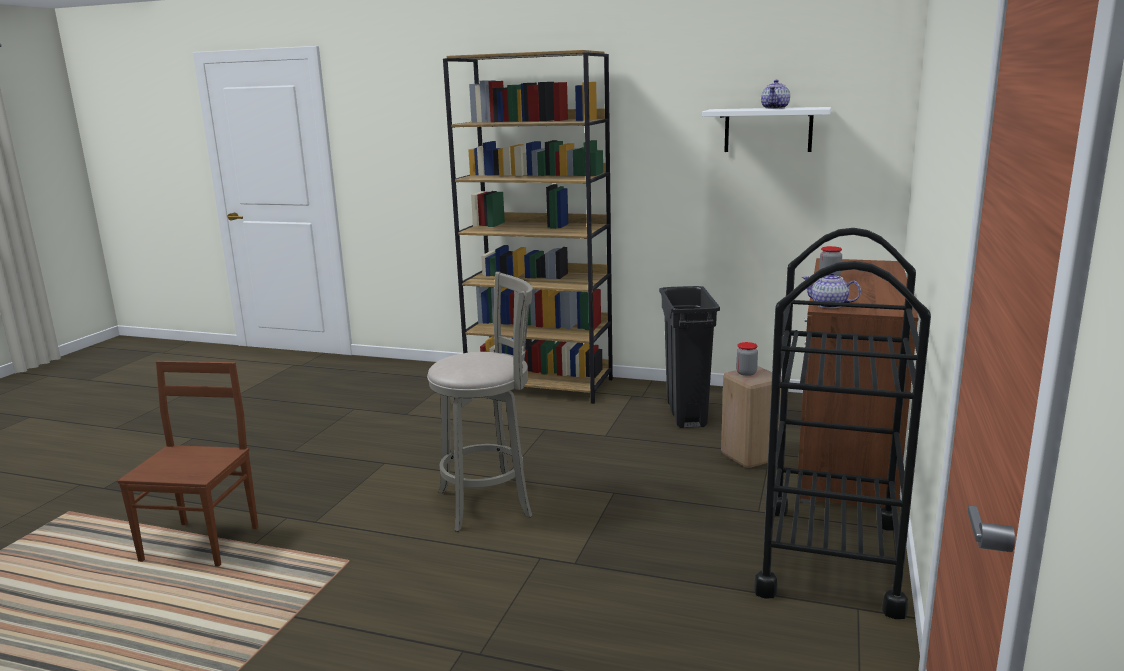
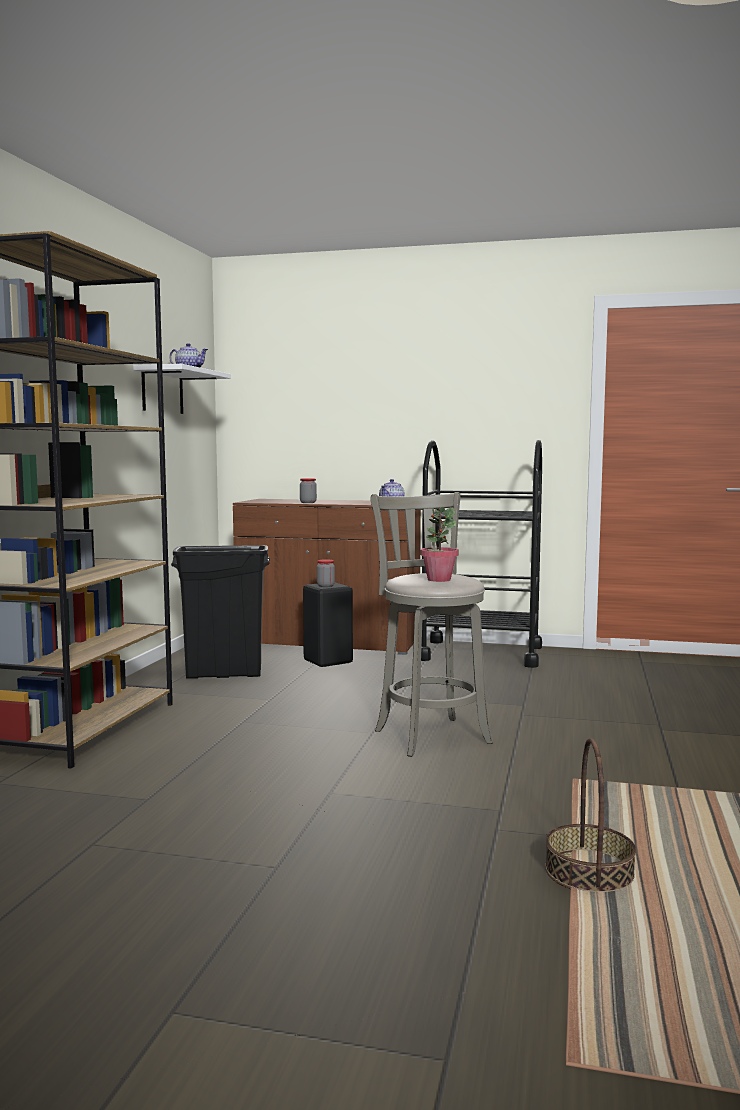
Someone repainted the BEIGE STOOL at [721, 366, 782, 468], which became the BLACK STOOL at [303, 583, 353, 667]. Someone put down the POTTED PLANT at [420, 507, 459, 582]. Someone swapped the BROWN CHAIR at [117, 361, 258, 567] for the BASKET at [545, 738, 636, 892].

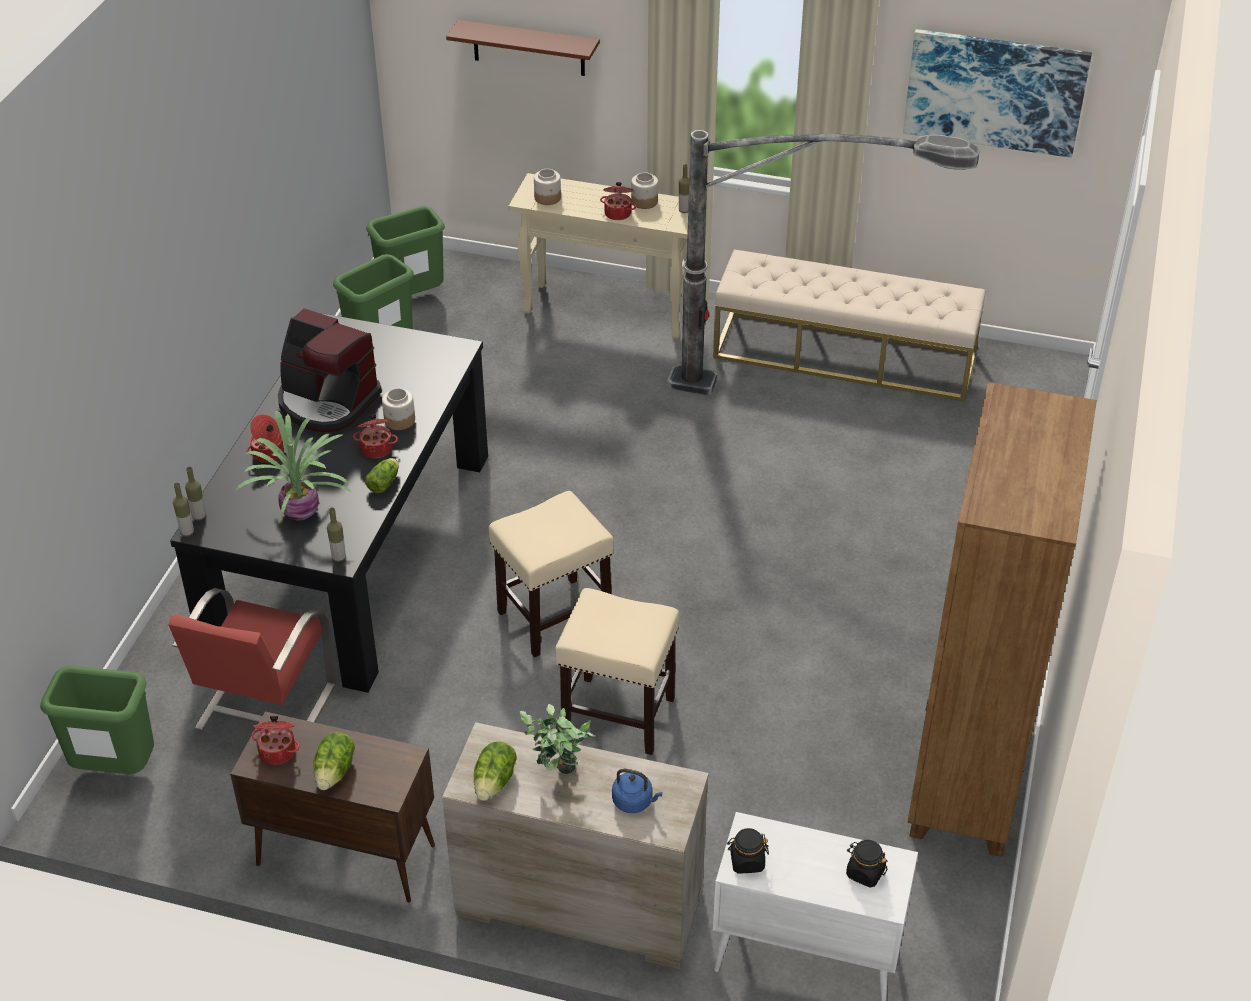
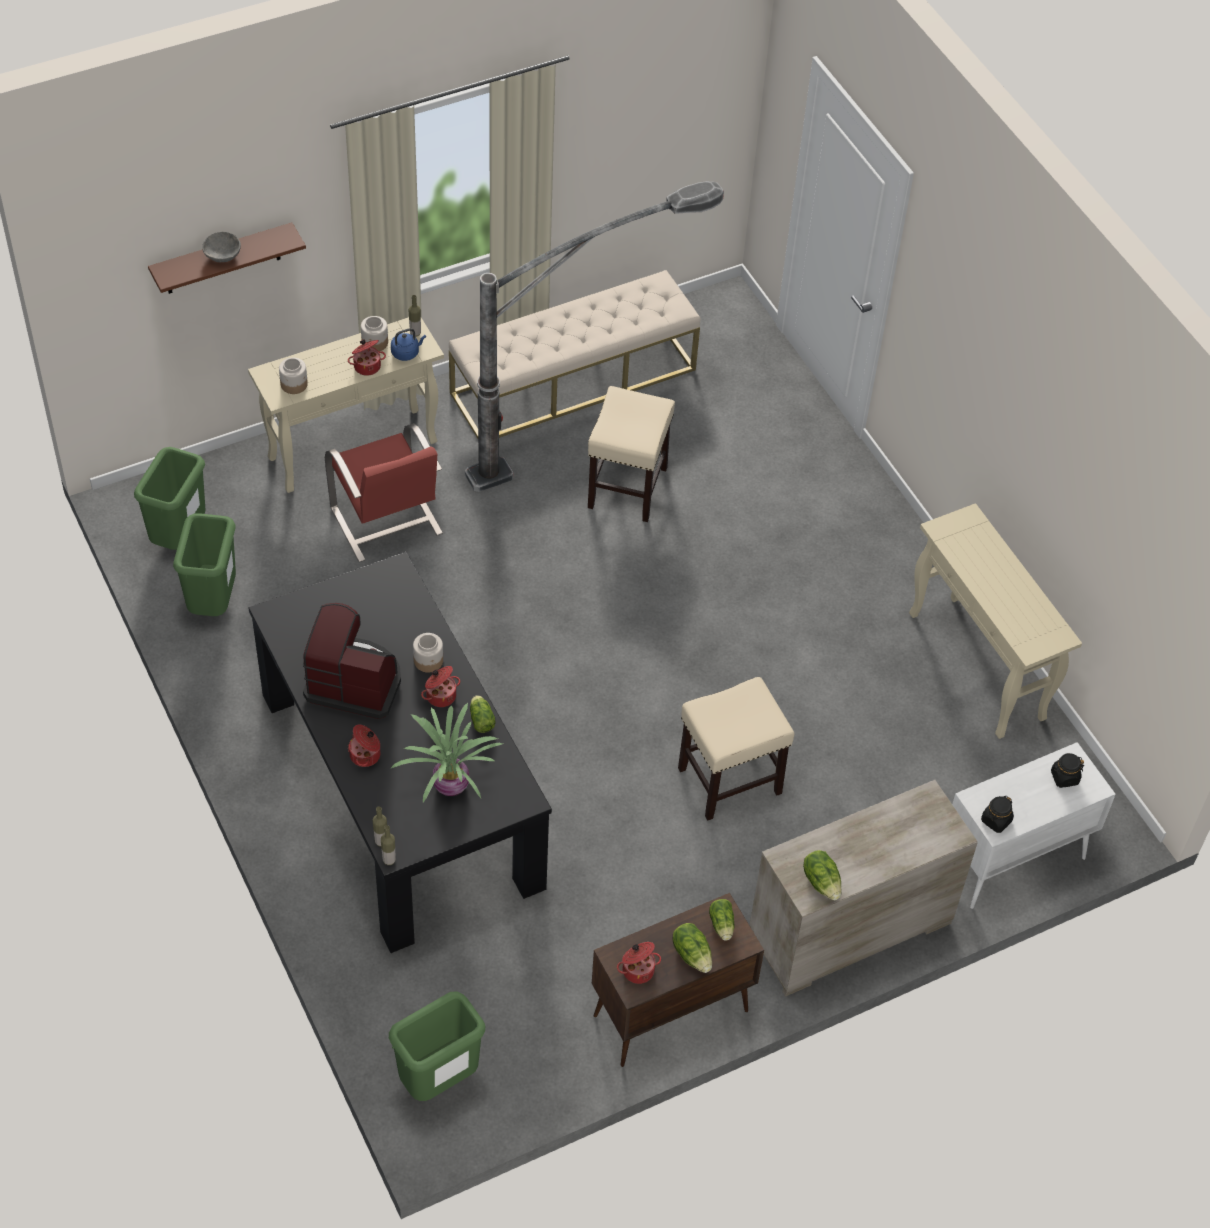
Someone put down the GREY BOWL at [202, 232, 241, 262]. Someone rotated the COFFEE MACHINE at [278, 308, 382, 432] by 150 degrees counterclockwise. Someone carried the RED CHAIR from [168, 588, 336, 731] to [325, 423, 443, 562]. Someone carried the BLUE KETTLE from [612, 769, 662, 813] to [391, 328, 426, 361]. Someone carried the BEIGE STOOL from [489, 491, 614, 657] to [588, 386, 675, 522]. Someone put down the LETTUCE at [709, 899, 735, 941]. Someone swapped the BROWN BOOKCASE at [907, 382, 1097, 857] for the BEIGE CONSOLE TABLE at [909, 503, 1082, 739]. Someone took away the BOTTLE at [327, 508, 346, 562]. Someone took away the POTTED PLANT at [520, 704, 595, 774]. Someone took away the PICTURE at [903, 29, 1092, 158].

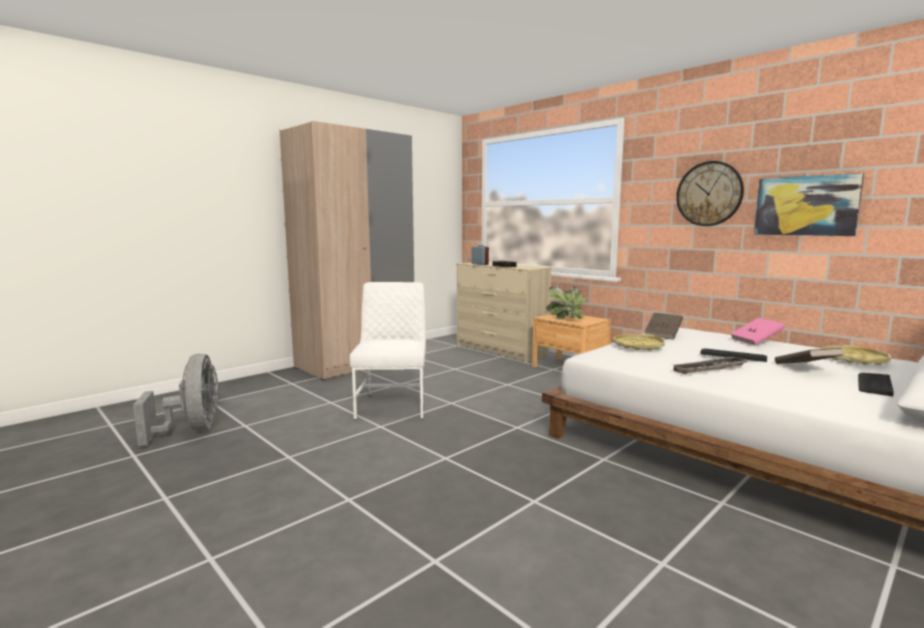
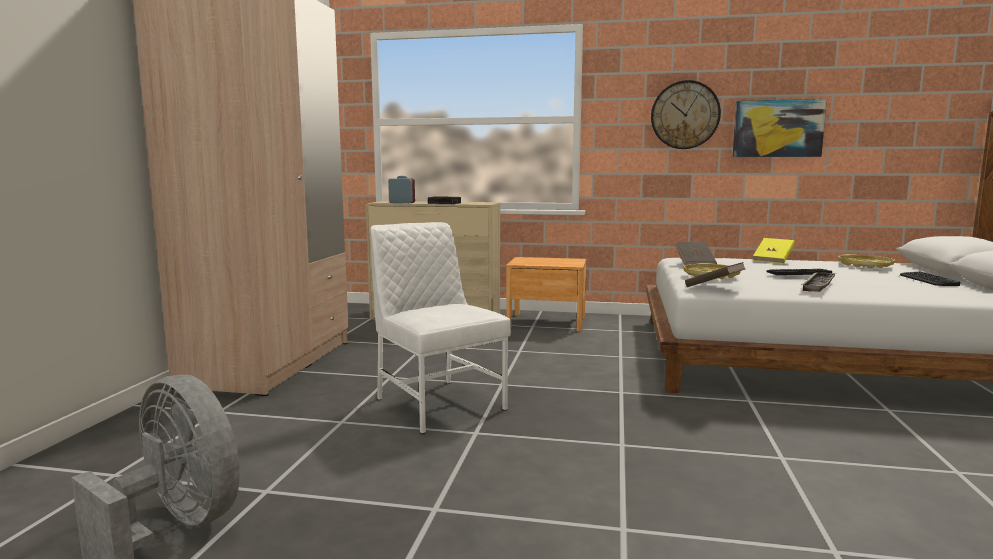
Someone carried the BROWN BOOK from [775, 348, 843, 364] to [685, 262, 745, 287]. Someone repainted the PINK BOOK at [731, 318, 784, 346], which became the YELLOW BOOK at [753, 238, 795, 264]. Someone took away the POTTED PLANT at [546, 286, 585, 319].

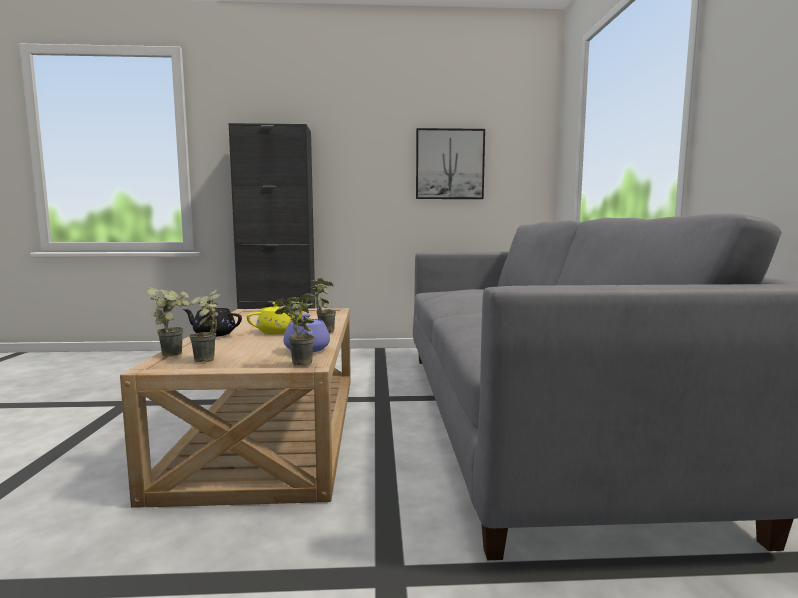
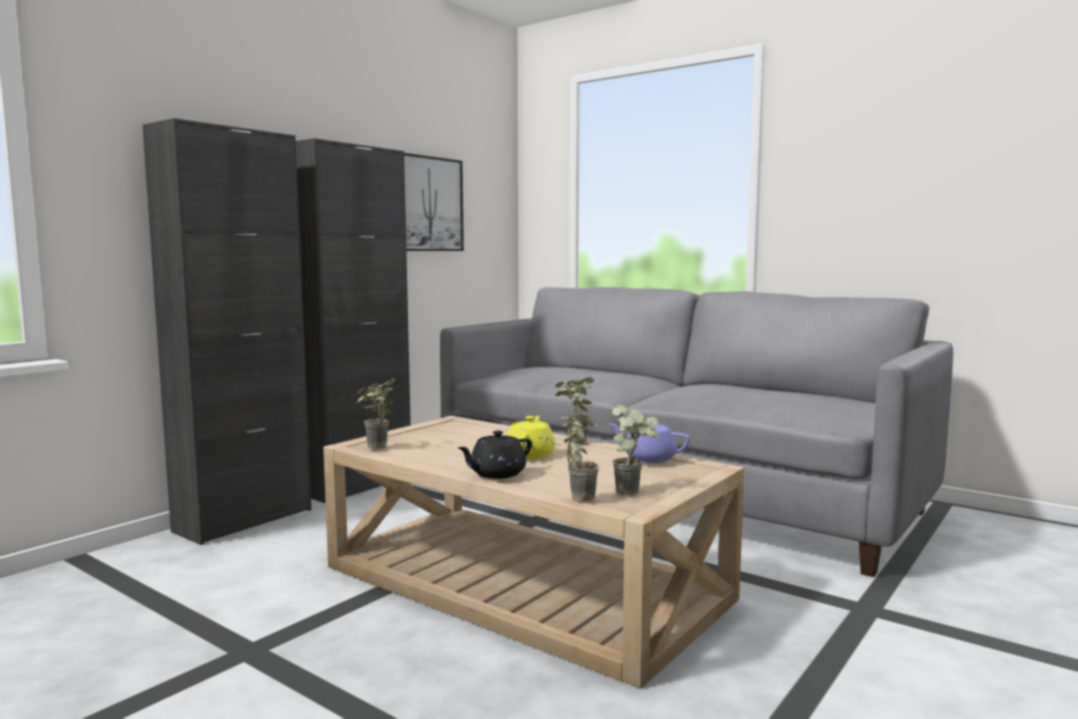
Someone put down the BLACK CABINET at [296, 138, 411, 503]. Someone carried the POTTED PLANT from [275, 293, 315, 366] to [357, 378, 395, 449].

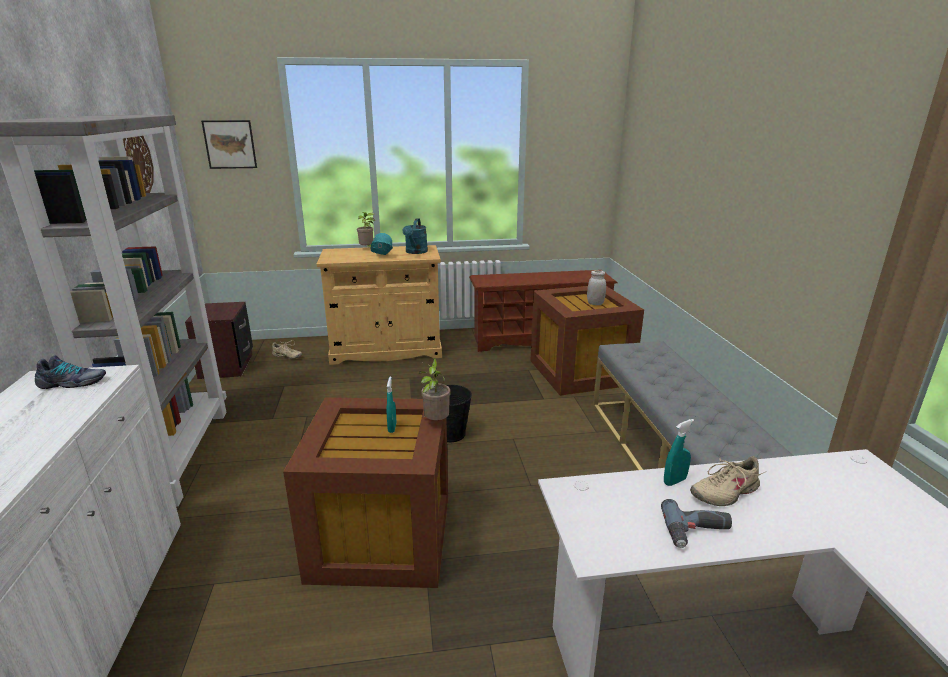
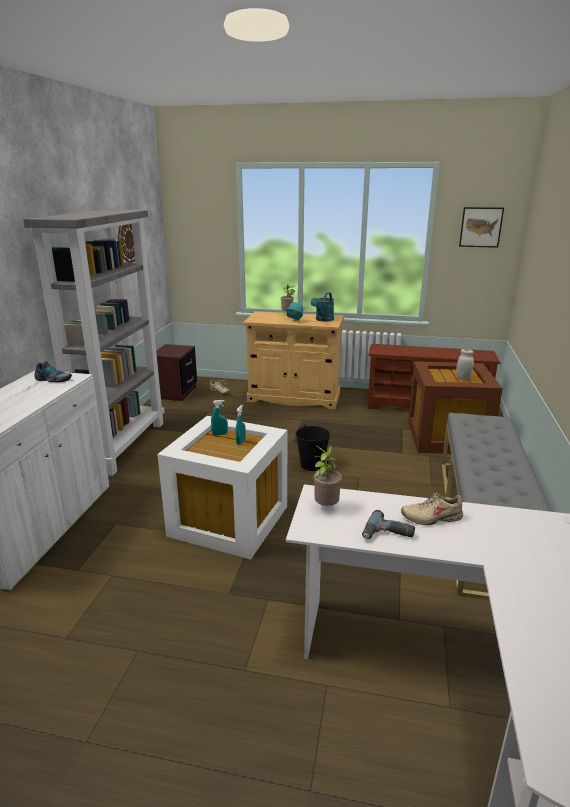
Someone repainted the BROWN STORAGE BOX at [283, 397, 448, 588], which became the WHITE STORAGE BOX at [157, 416, 287, 559]. Someone carried the TURQUOISE SPRAY BOTTLE from [664, 419, 694, 486] to [211, 400, 228, 435]. Someone carried the POTTED PLANT from [419, 358, 451, 420] to [313, 445, 342, 506]. Someone carried the PICTURE from [201, 120, 257, 169] to [459, 207, 504, 248].

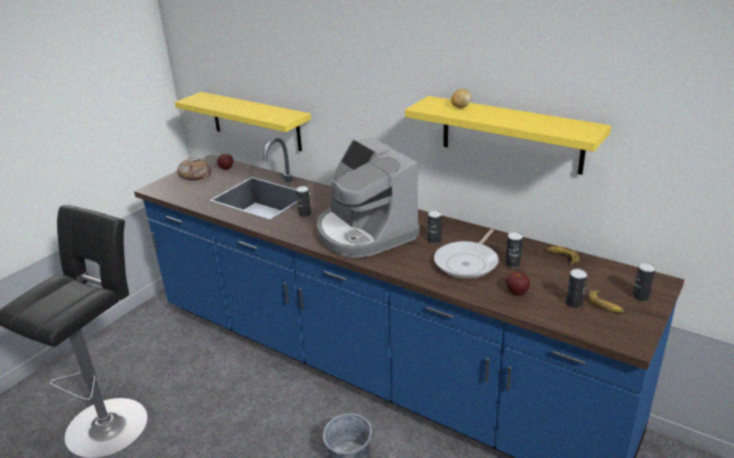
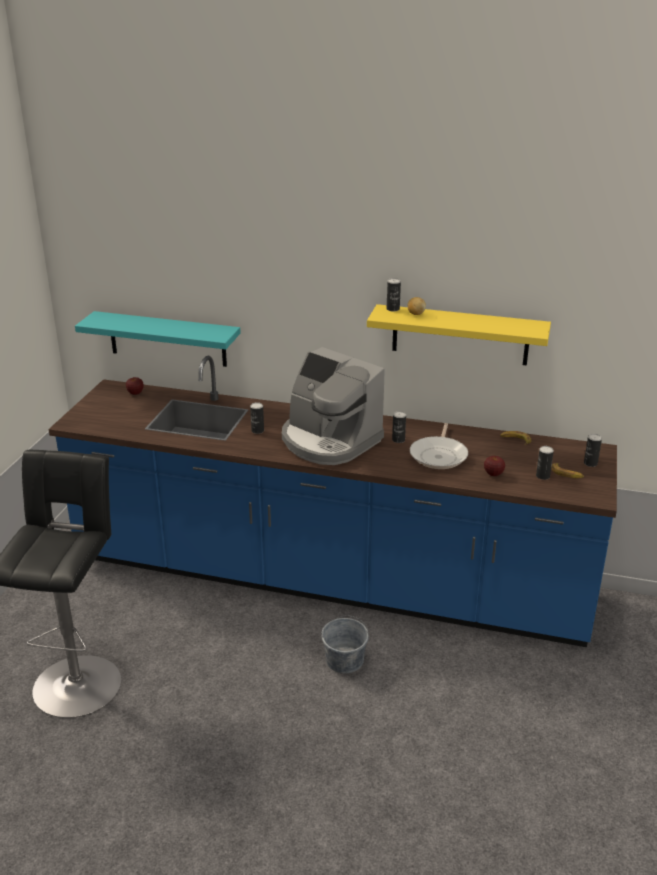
Someone repainted the YELLOW SHELF at [175, 92, 311, 151], which became the TURQUOISE SHELF at [75, 311, 241, 367]. Someone carried the CAN from [506, 232, 523, 268] to [387, 278, 401, 311]. Someone took away the BREAD at [177, 158, 211, 181].

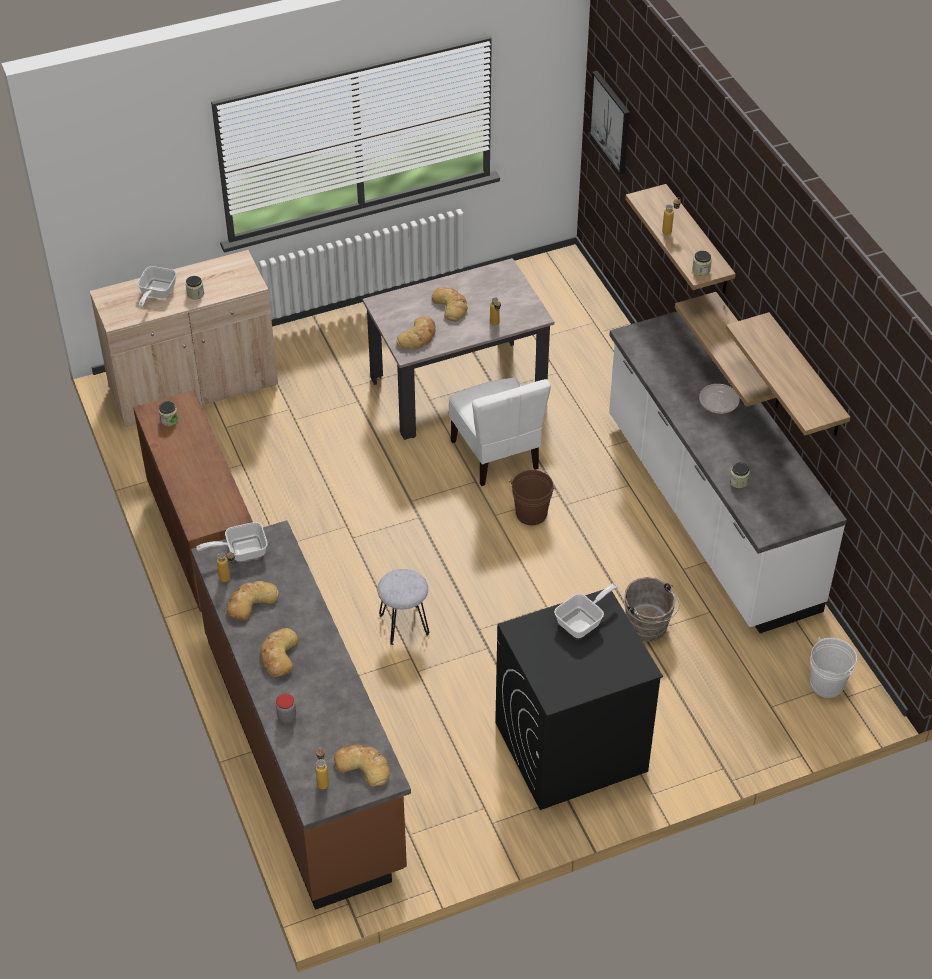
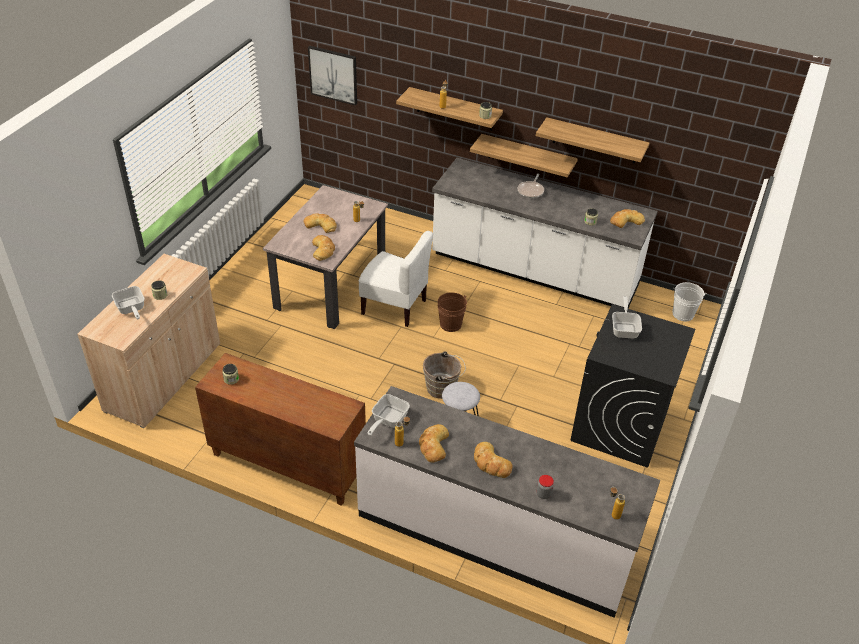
Someone repainted the BROWN COUNTER at [191, 520, 411, 910], which became the WHITE COUNTER at [354, 386, 660, 618]. Someone carried the BROWN BUCKET from [624, 577, 680, 642] to [423, 352, 466, 399]. Someone carried the BREAD from [334, 745, 390, 786] to [610, 209, 645, 228].

